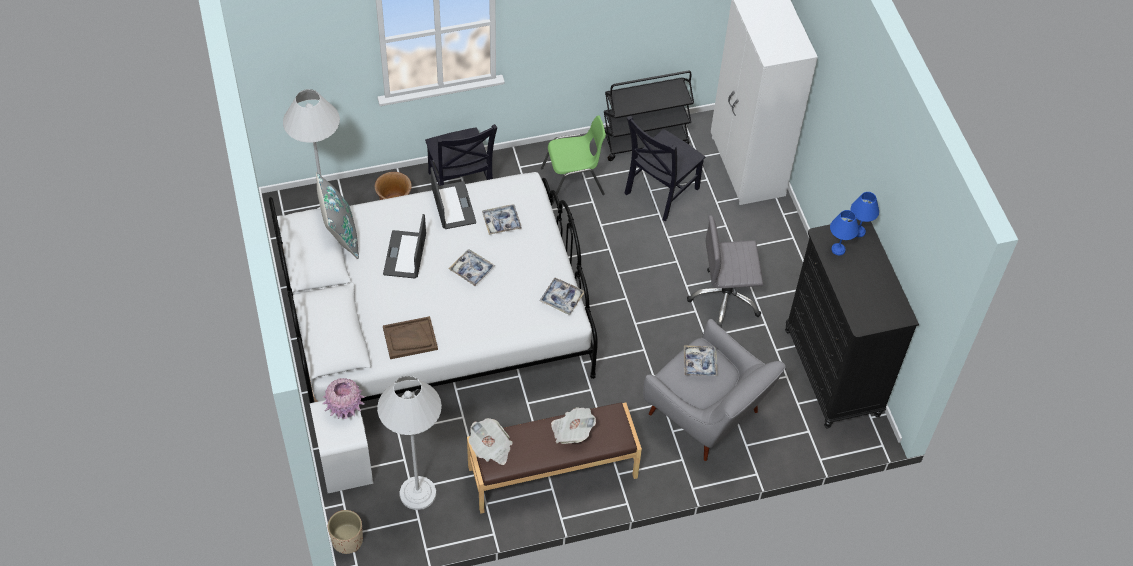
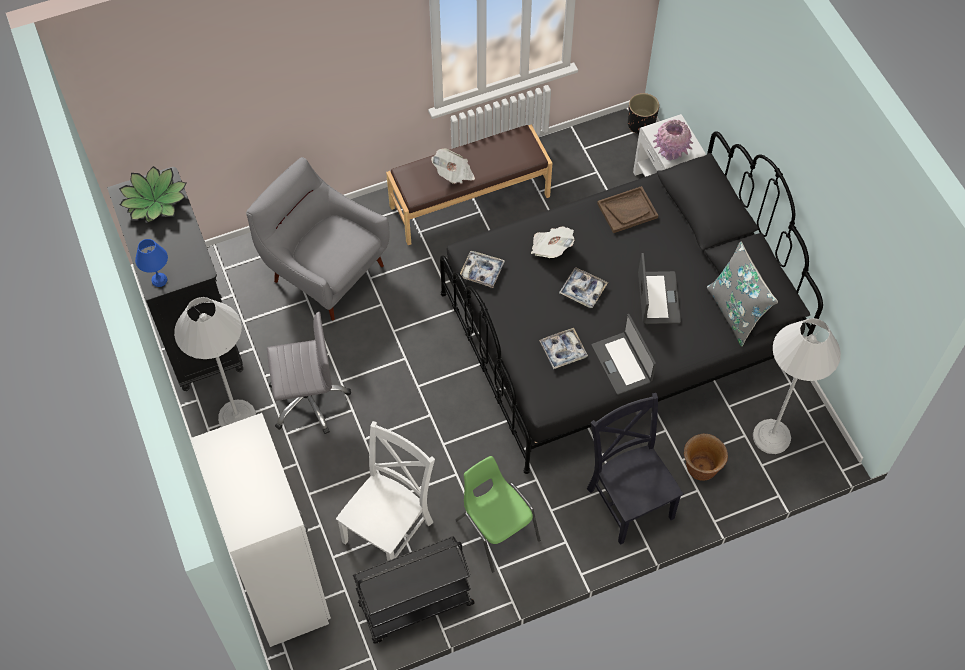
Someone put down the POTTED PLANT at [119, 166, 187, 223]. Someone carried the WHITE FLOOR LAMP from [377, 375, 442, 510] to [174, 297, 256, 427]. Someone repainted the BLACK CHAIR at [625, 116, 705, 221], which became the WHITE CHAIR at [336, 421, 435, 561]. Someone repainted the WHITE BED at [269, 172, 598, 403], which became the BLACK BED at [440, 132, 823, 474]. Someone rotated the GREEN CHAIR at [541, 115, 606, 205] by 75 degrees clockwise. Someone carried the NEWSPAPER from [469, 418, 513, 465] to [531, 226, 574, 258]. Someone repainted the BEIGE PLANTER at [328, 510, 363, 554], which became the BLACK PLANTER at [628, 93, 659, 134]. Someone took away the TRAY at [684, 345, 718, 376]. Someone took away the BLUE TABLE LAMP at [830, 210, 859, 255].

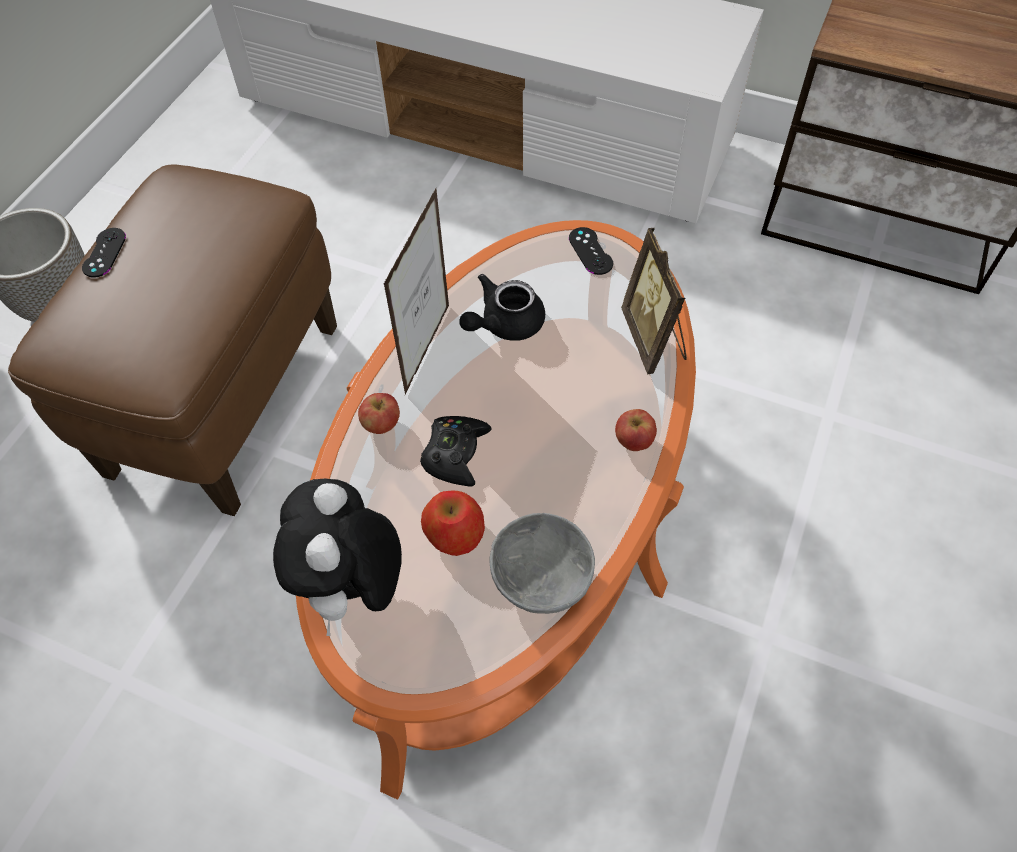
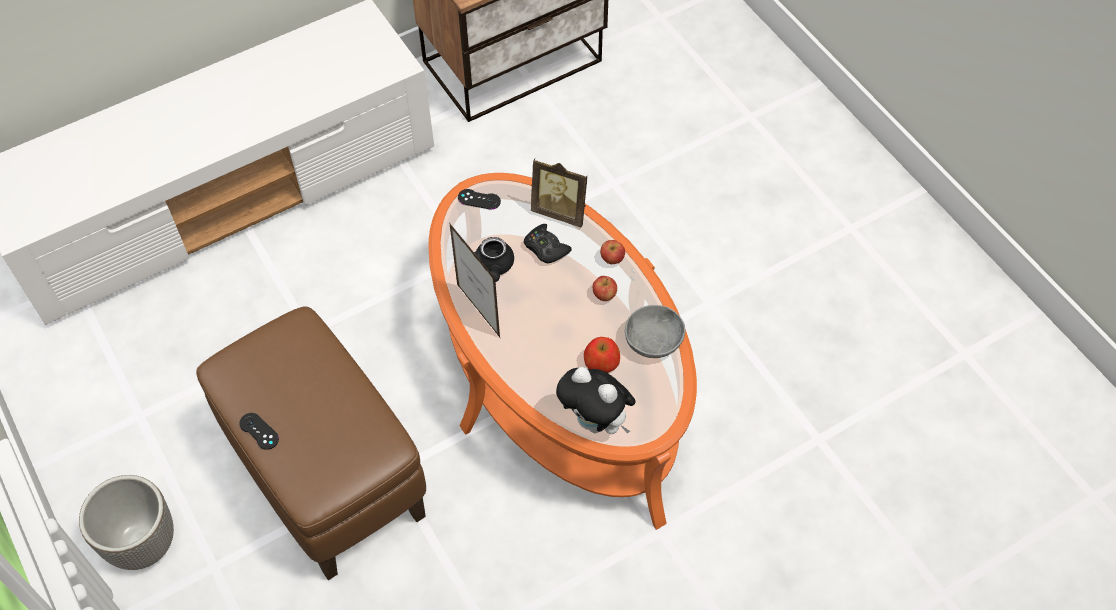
Someone carried the BLACK GAME CONTROLLER from [420, 416, 492, 487] to [524, 224, 572, 263]. Someone carried the APPLE from [358, 393, 400, 434] to [593, 276, 617, 301].

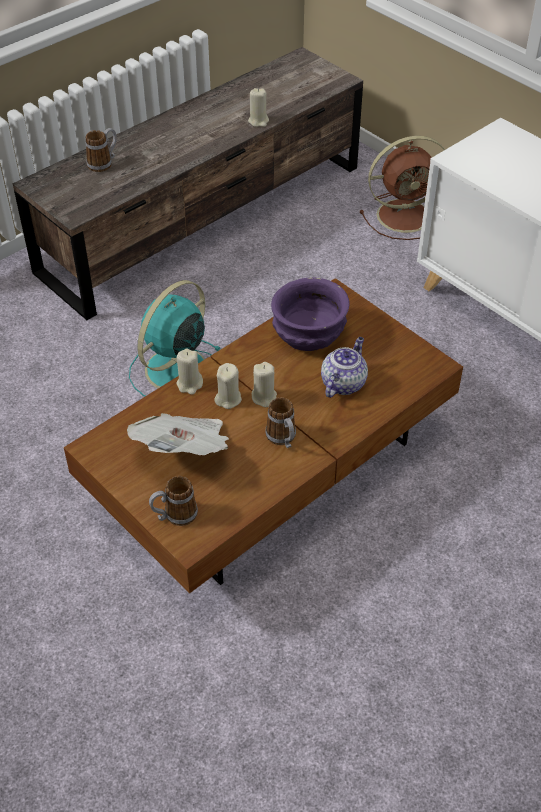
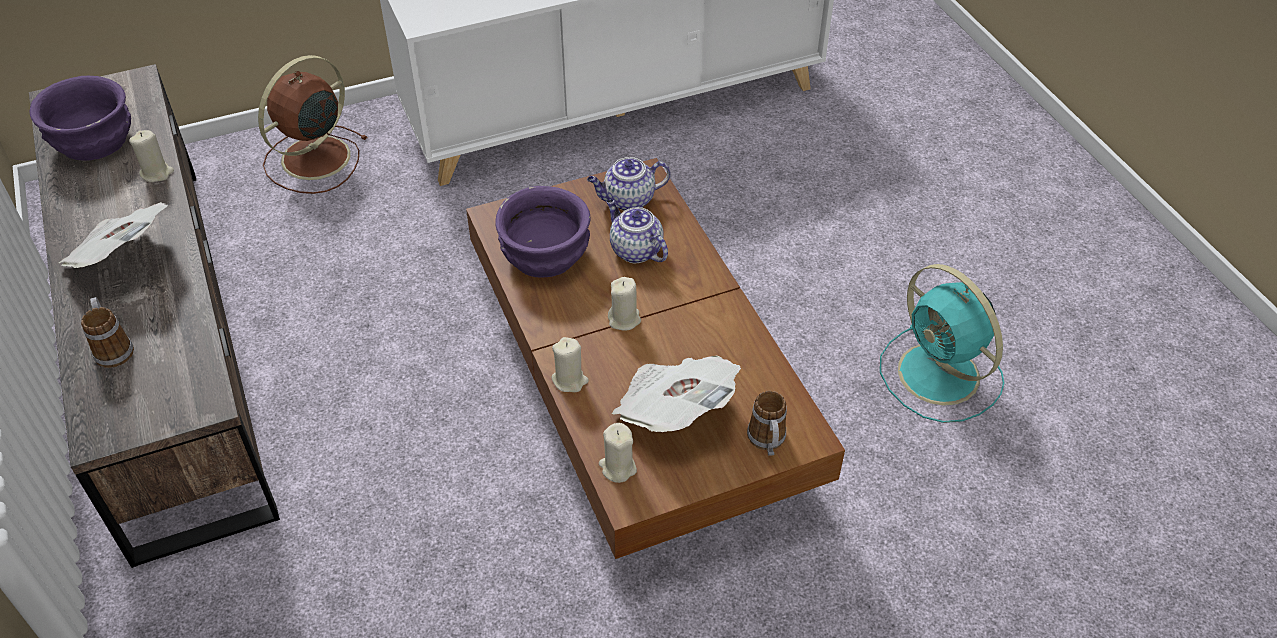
Someone put down the PURPLE BOWL at [29, 76, 131, 161]. Someone put down the NEWSPAPER at [59, 202, 168, 268]. Someone rotated the BROWN FAN at [360, 136, 445, 240] by 150 degrees counterclockwise. Someone put down the TEAPOT at [587, 157, 671, 211]. Someone carried the BEIGE CANDLE from [214, 363, 242, 409] to [599, 423, 637, 483]. Someone carried the TURQUOISE FAN from [129, 280, 221, 397] to [880, 264, 1004, 423]. Someone took away the MUG at [265, 397, 296, 448].

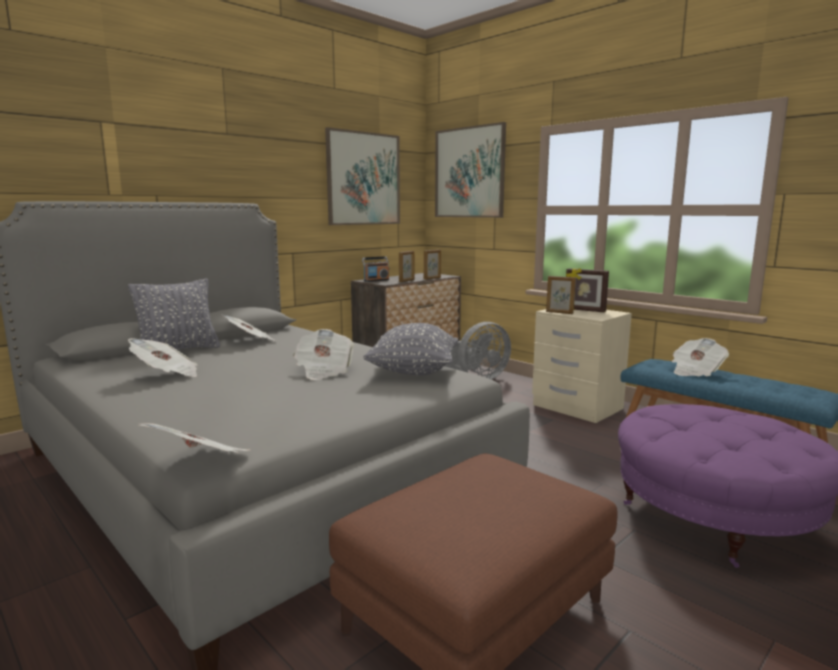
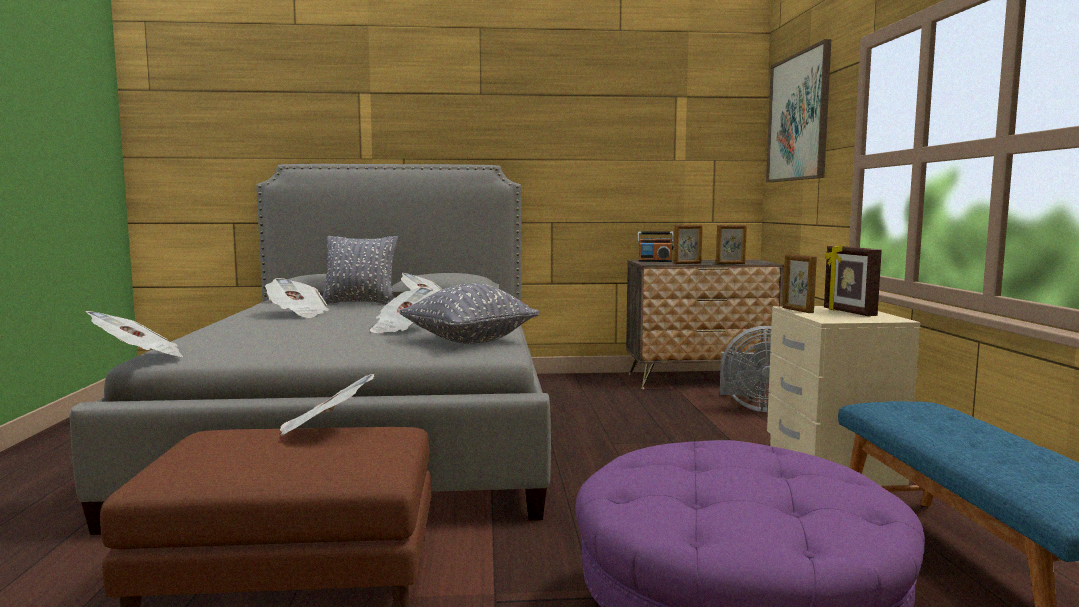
Someone carried the NEWSPAPER from [672, 338, 729, 376] to [280, 374, 374, 436]. Someone took away the PICTURE at [325, 127, 400, 225].

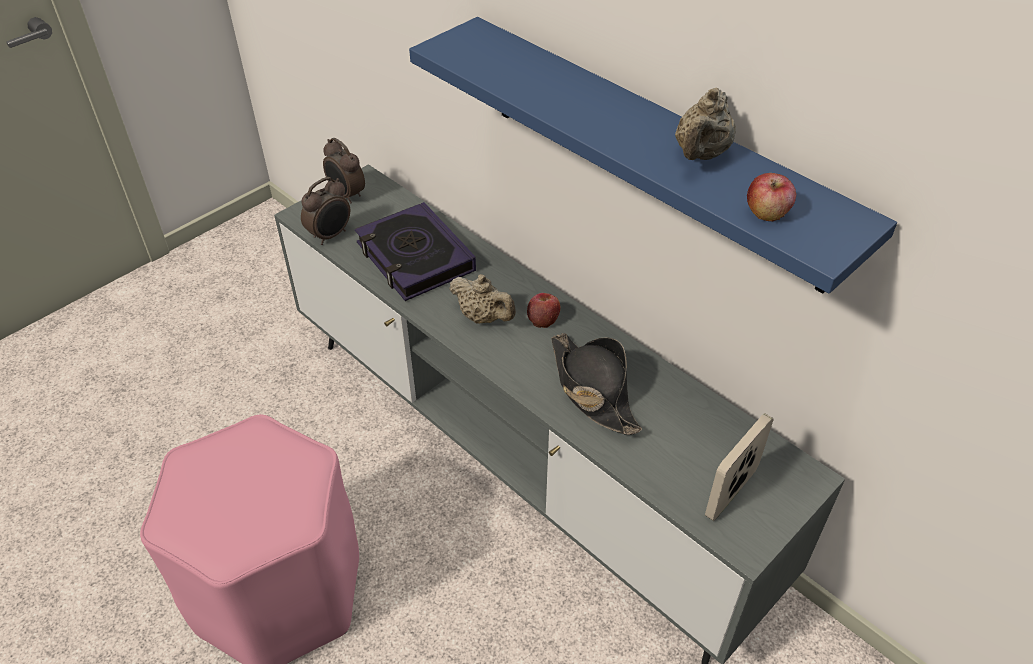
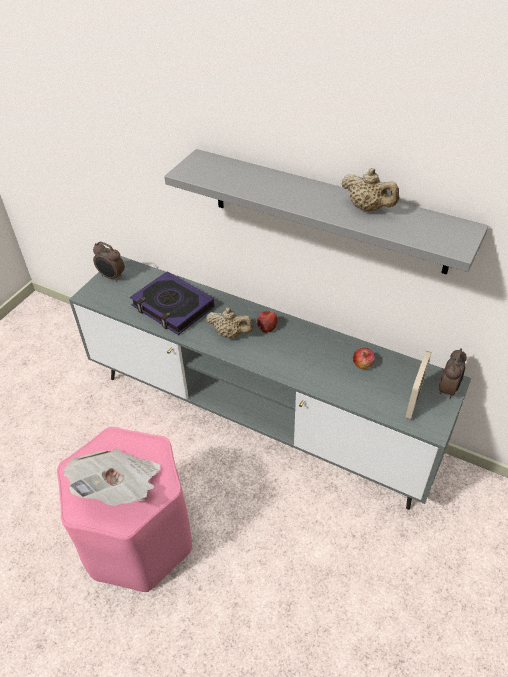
Someone put down the NEWSPAPER at [64, 449, 161, 506]. Someone repainted the BLUE SHELF at [409, 17, 897, 294], which became the GREY SHELF at [164, 149, 488, 274]. Someone rotated the BEIGE TEAPOT at [675, 87, 736, 160] by 60 degrees counterclockwise. Someone carried the APPLE from [747, 173, 796, 222] to [353, 348, 375, 369]. Someone carried the ALARM CLOCK from [301, 177, 350, 245] to [439, 348, 467, 399]. Someone took away the BLACK HAT at [551, 333, 642, 435].

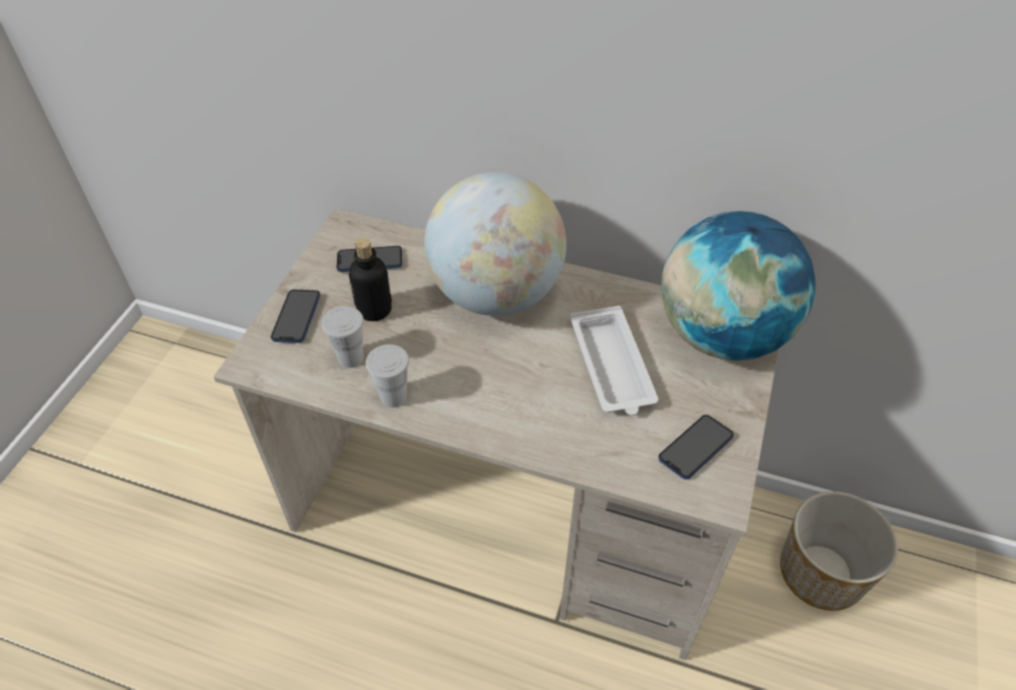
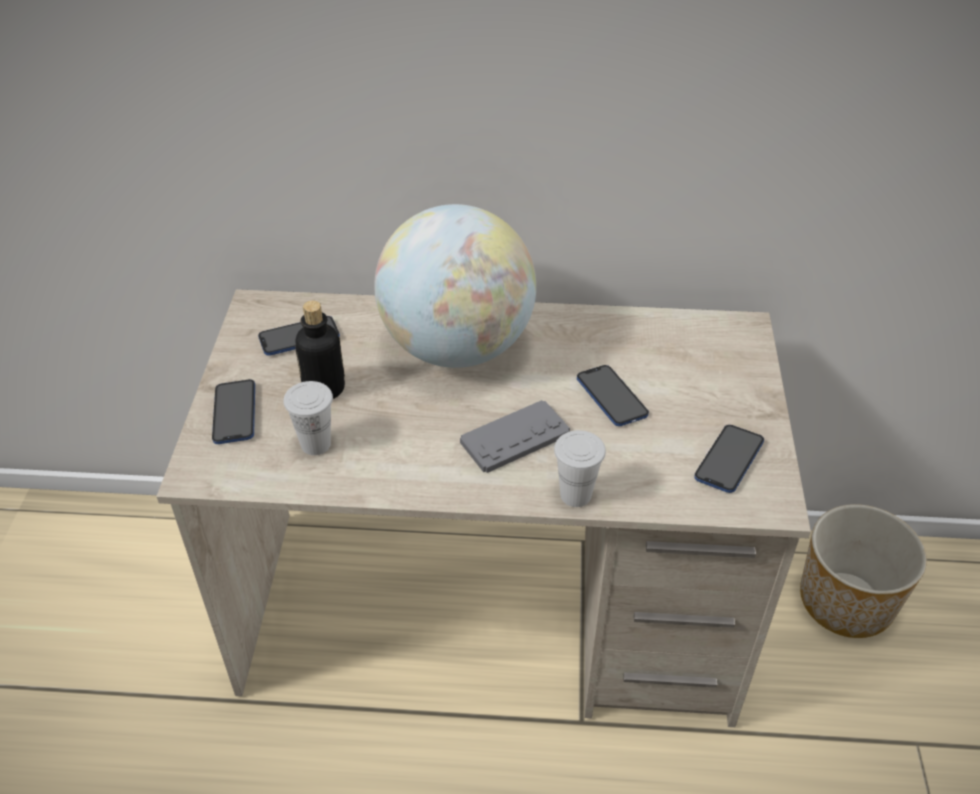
Someone put down the GREY GAME CONTROLLER at [460, 400, 570, 473]. Someone carried the WHITE CUP from [366, 344, 409, 408] to [554, 430, 606, 507]. Someone swapped the WHITE TRAY at [570, 306, 658, 415] for the PHONE at [577, 365, 649, 426]. Someone took away the GLOBE at [661, 211, 816, 361].

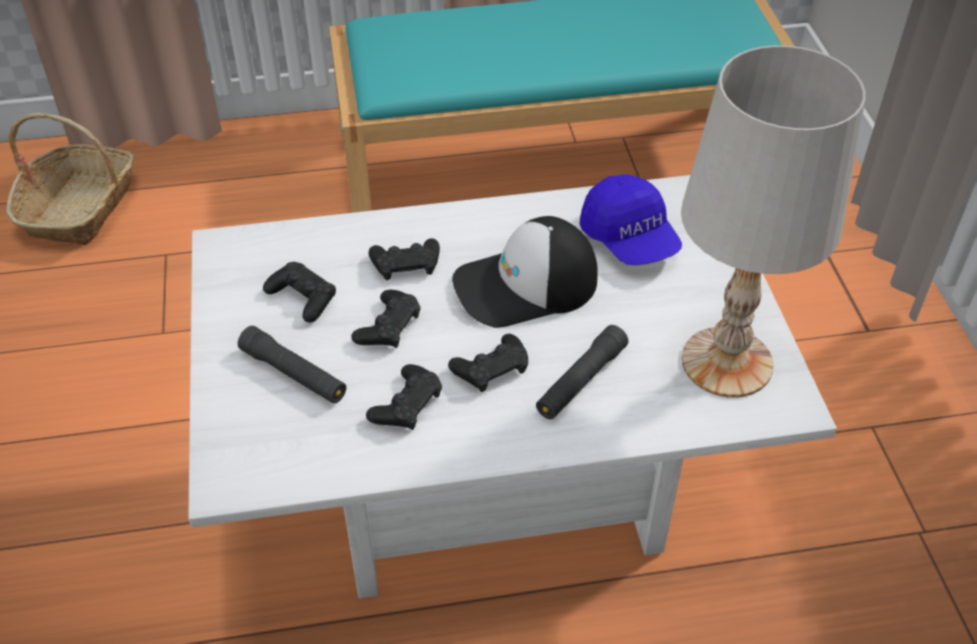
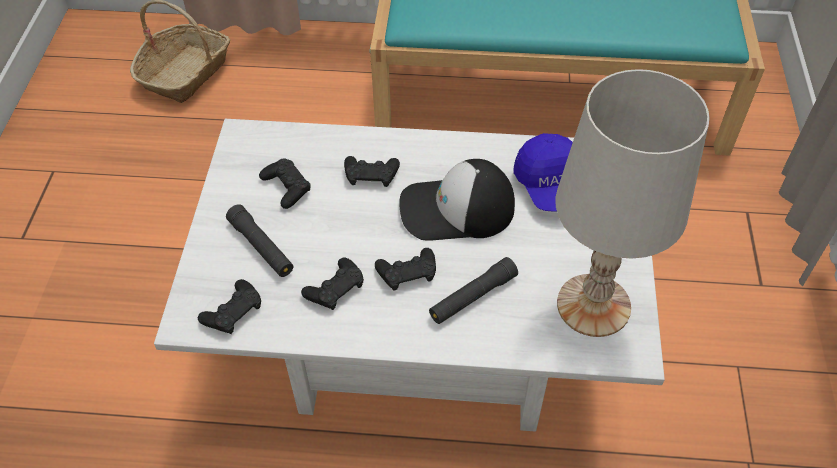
Someone carried the BLACK GAME CONTROLLER from [351, 290, 421, 348] to [198, 279, 261, 334].

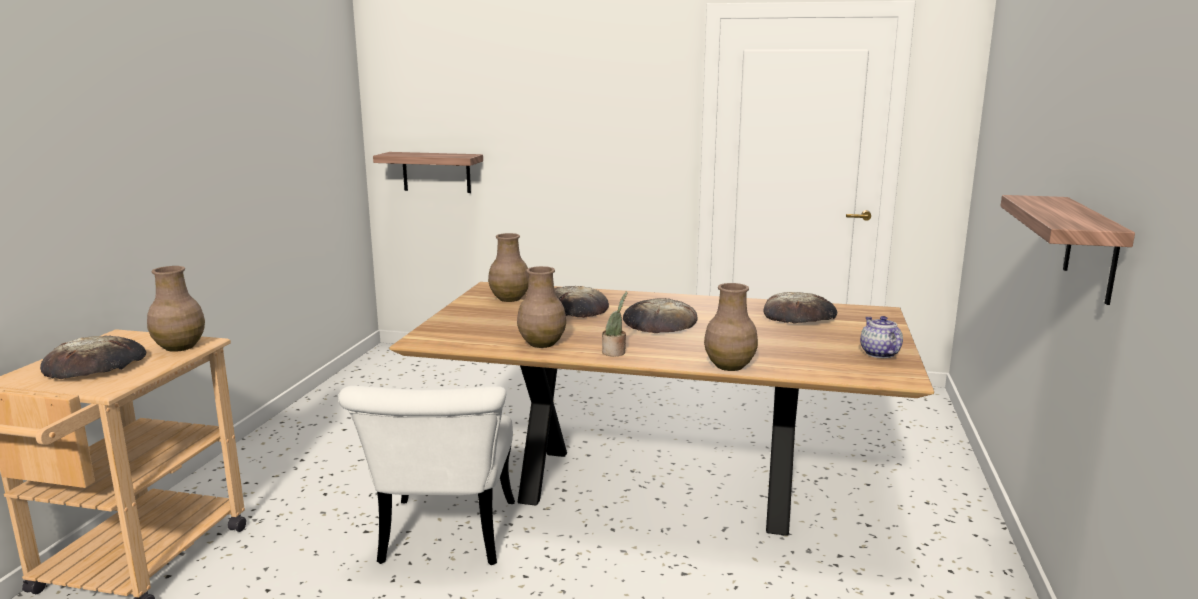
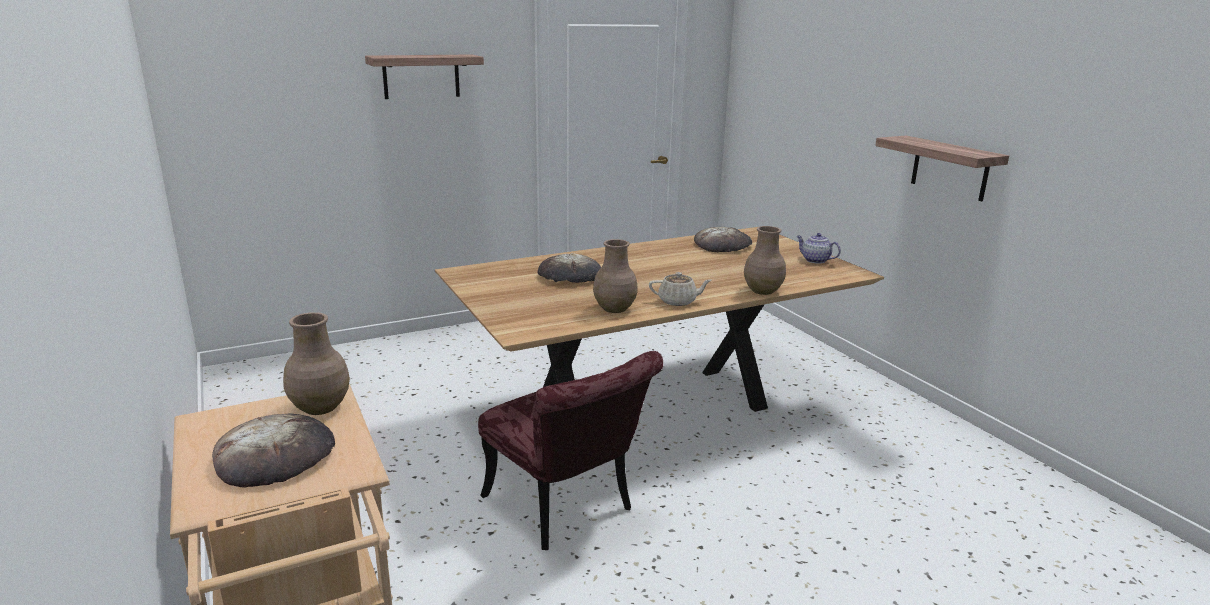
Someone carried the SHELF from [373, 152, 483, 193] to [365, 54, 484, 99]. Someone repainted the WHITE CHAIR at [338, 386, 515, 565], which became the RED CHAIR at [478, 351, 663, 550]. Someone swapped the POTTED PLANT at [602, 292, 627, 357] for the BEIGE TEAPOT at [649, 272, 712, 306]. Someone took away the BROWN VASE at [488, 233, 529, 302]. Someone took away the BREAD at [623, 298, 697, 333].

